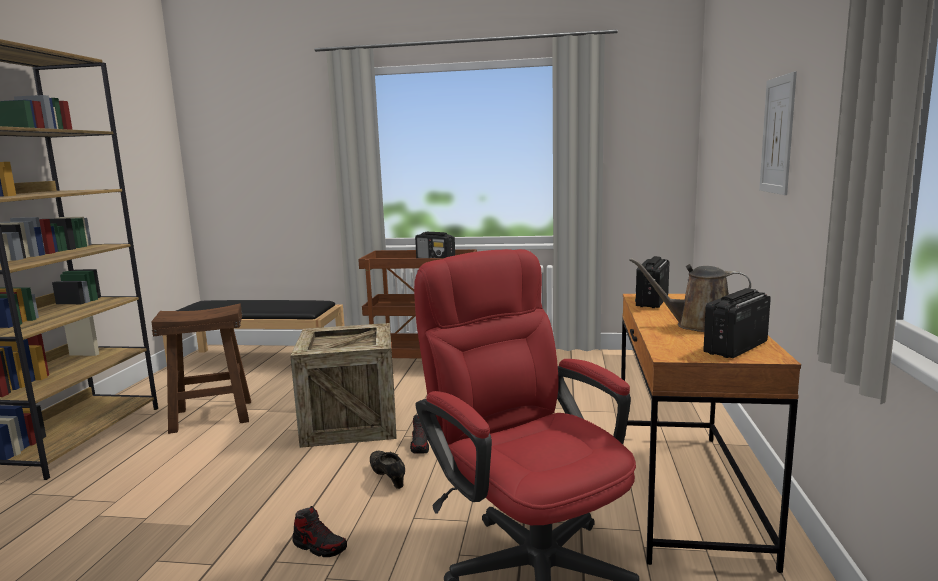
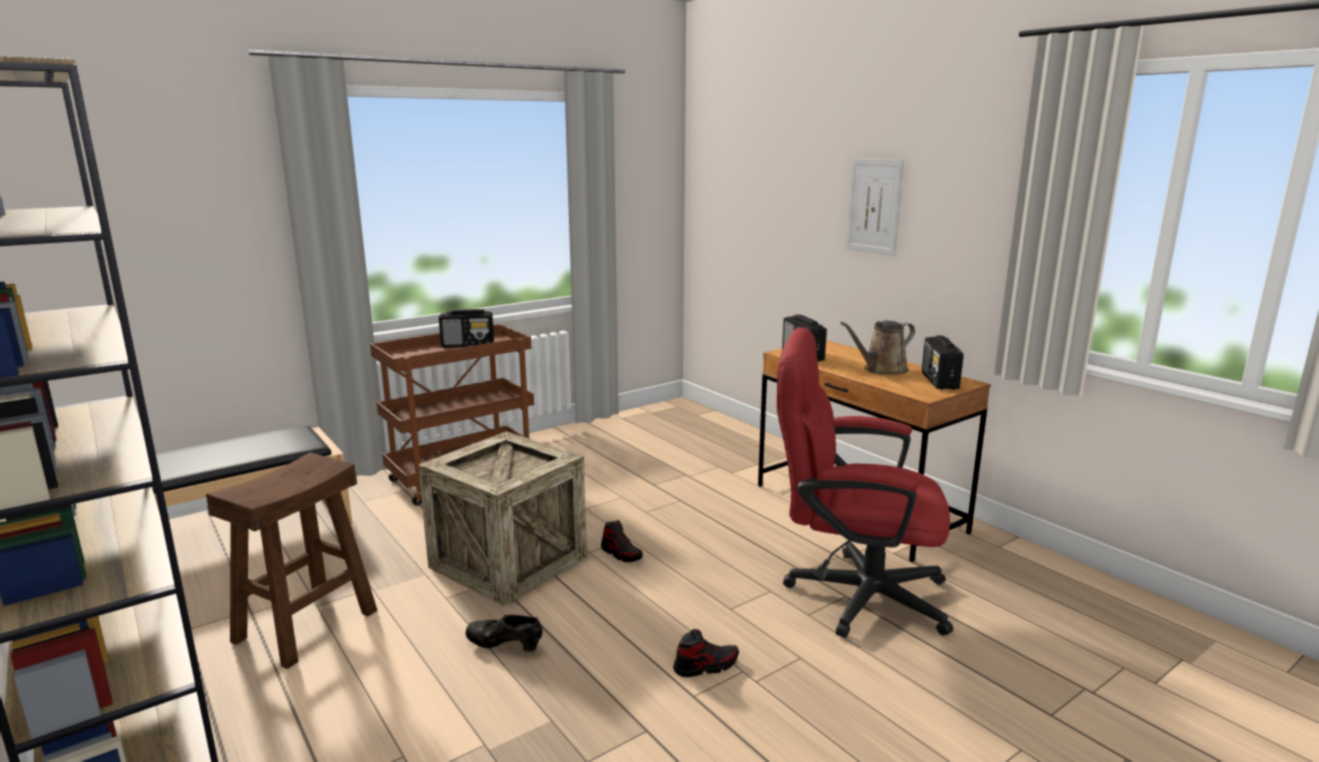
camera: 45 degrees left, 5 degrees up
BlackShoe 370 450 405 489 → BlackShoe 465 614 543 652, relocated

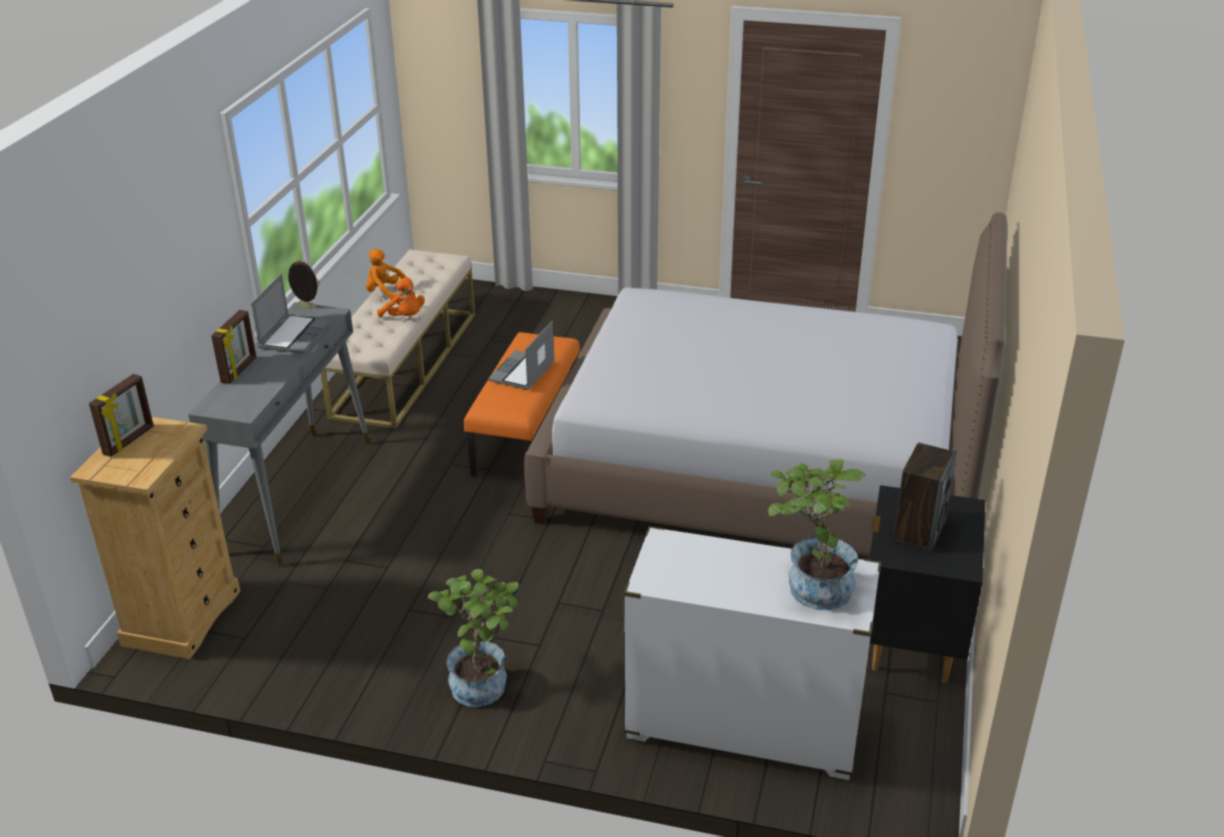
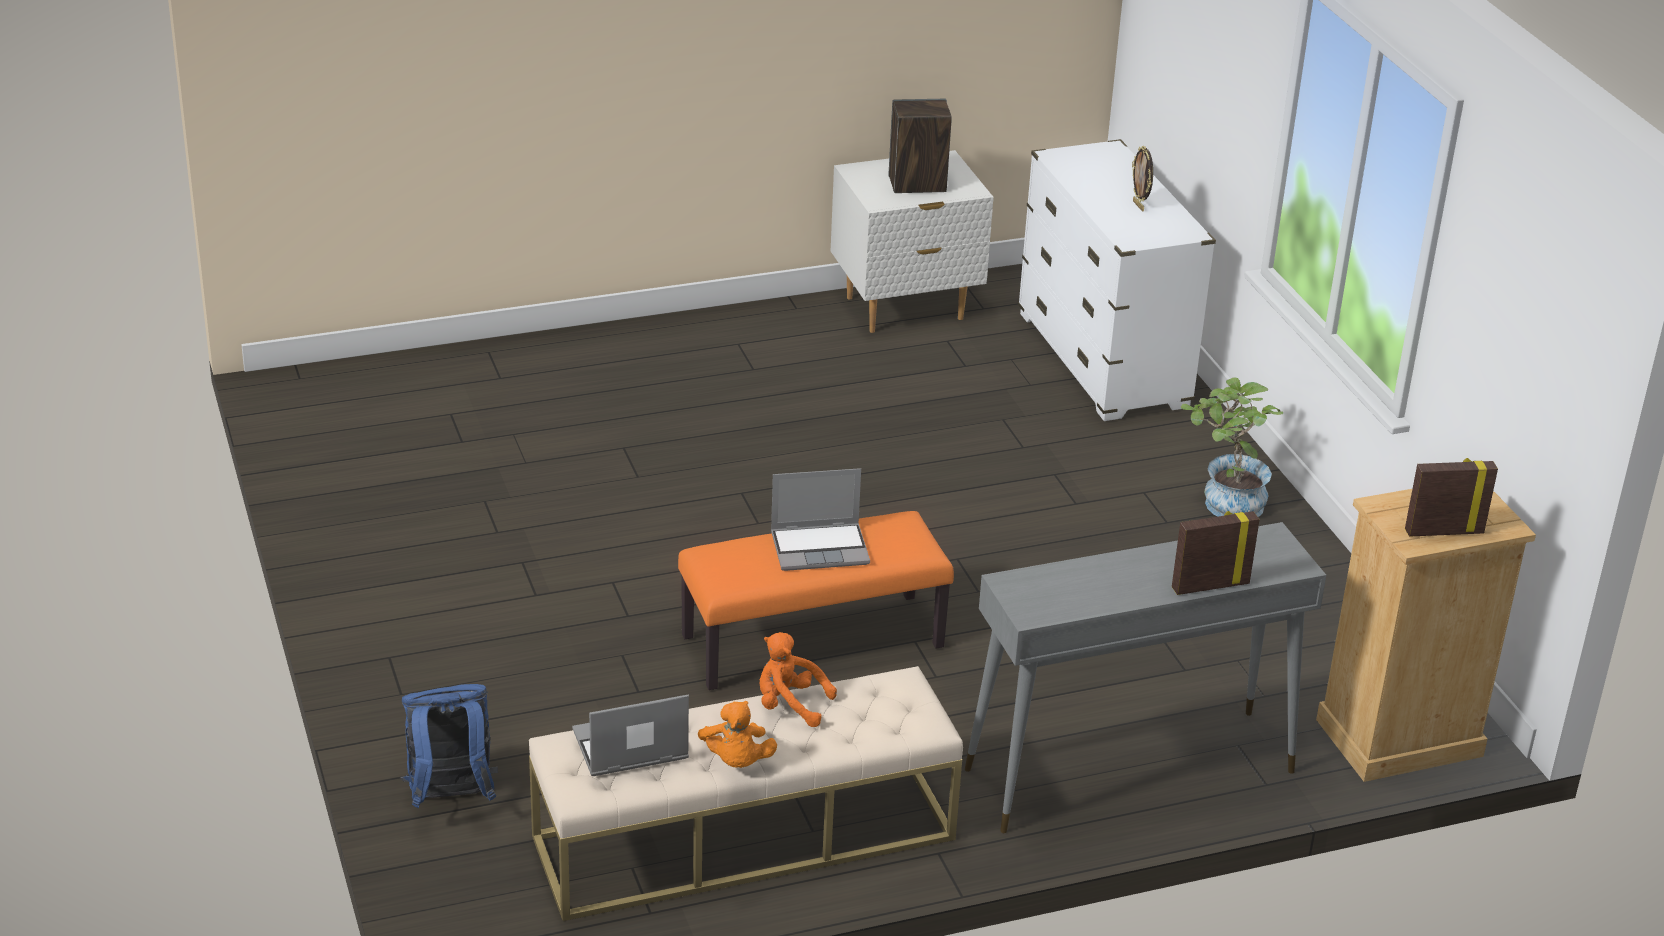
camera: 125 degrees left, 0 degrees up
Bed 524 212 1008 556 → -
PictureFrame 287 259 320 308 → PictureFrame 1132 146 1153 211, relocated
Laptop 251 274 331 354 → Laptop 572 694 689 776, relocated
OrangePlushToy 377 277 425 318 → OrangePlushToy 760 632 837 727, 75 degrees counterclockwise
PottedPlant 768 459 866 610 → -
BlackNightstand 868 485 985 683 → WhiteNightstand 831 150 994 333
- → BlueBackpack 401 684 498 808

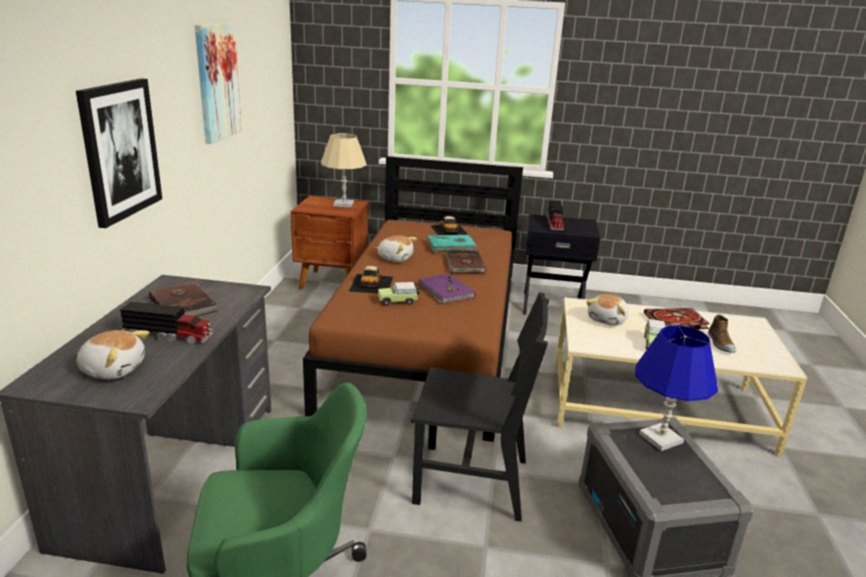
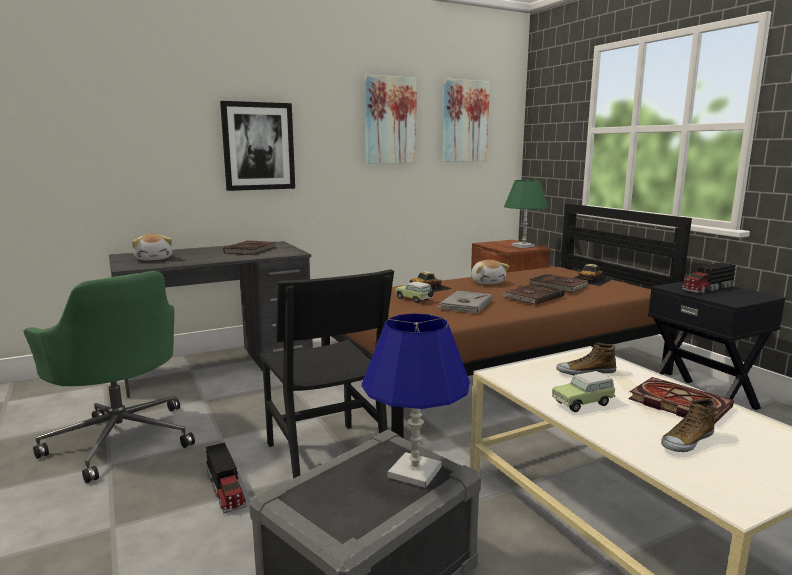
camera: 55 degrees right, 10 degrees down
BeigeTableLamp 321 133 367 208 → GreenTableLamp 504 180 548 248
TurquoiseBook 427 235 477 252 → BrownBook 529 274 588 293
PurpleBook 418 274 475 304 → GreyBook 437 291 493 314
PlushToy 586 294 629 326 → Shoe 556 342 616 375
ToyTruck 120 301 213 345 → ToyTruck 206 442 247 514, relocated
- → Picture 443 79 490 162

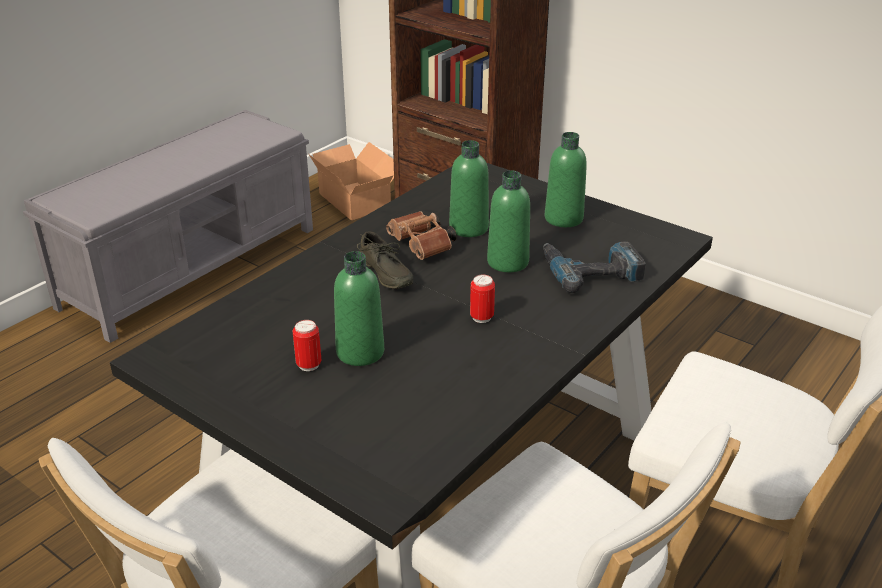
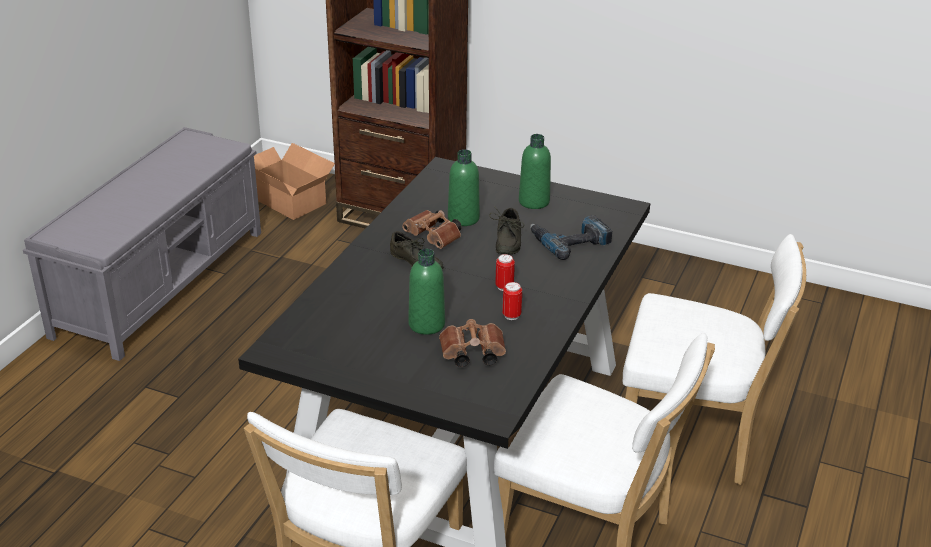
camera: 15 degrees left, 0 degrees up
GreenBottle 487 170 530 272 → GreyShoe 489 207 524 255
Can 293 320 322 371 → Can 502 282 522 320, relocated
- → BrownBinoculars 439 319 506 367

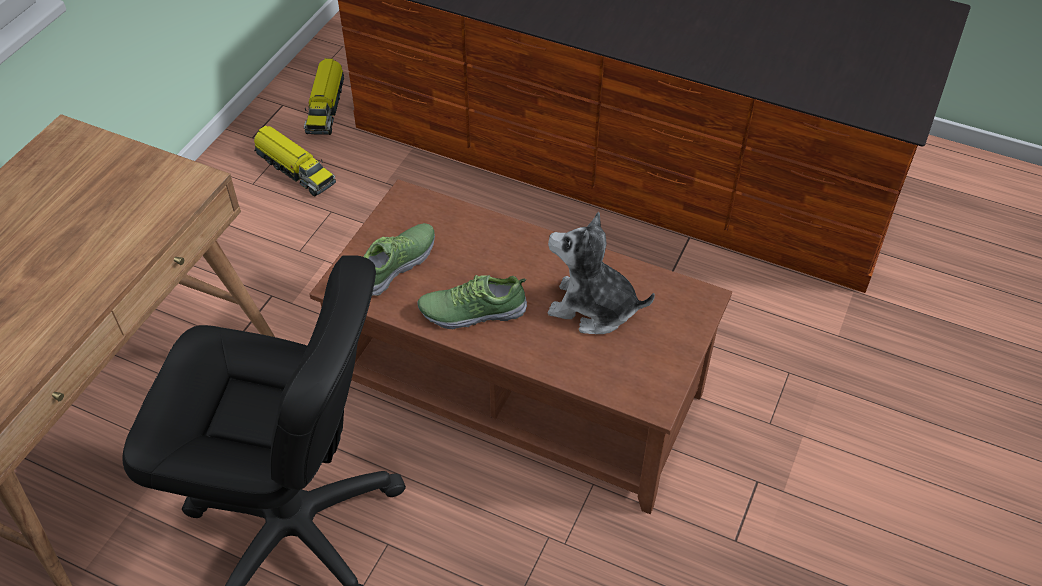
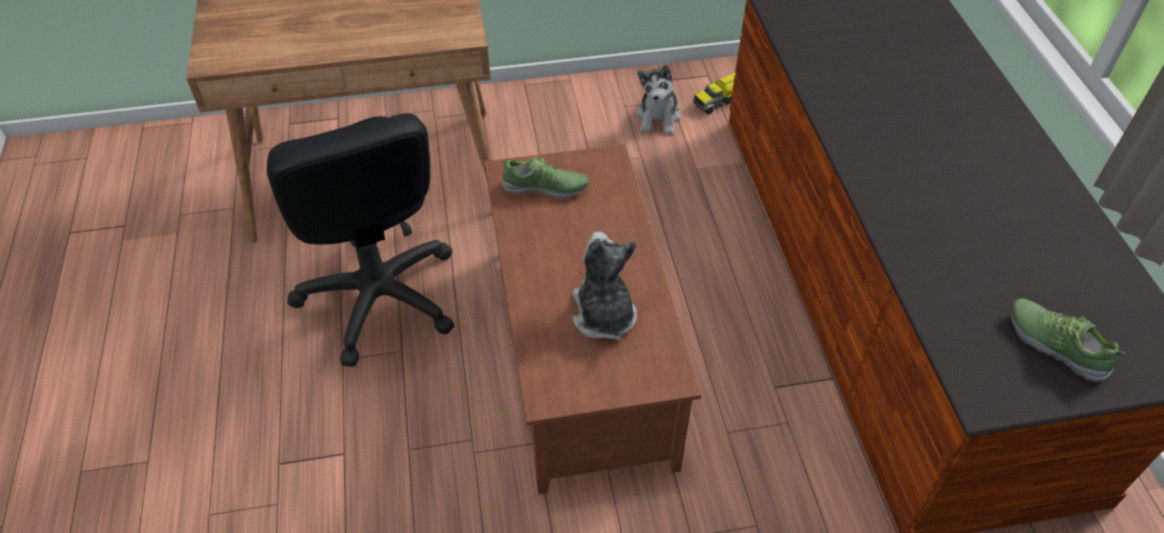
camera: 55 degrees right, 0 degrees up
ToyTruck 254 125 336 197 → PlushToy 636 65 681 135
Shoe 417 275 527 329 → Shoe 1011 298 1125 382, relocated

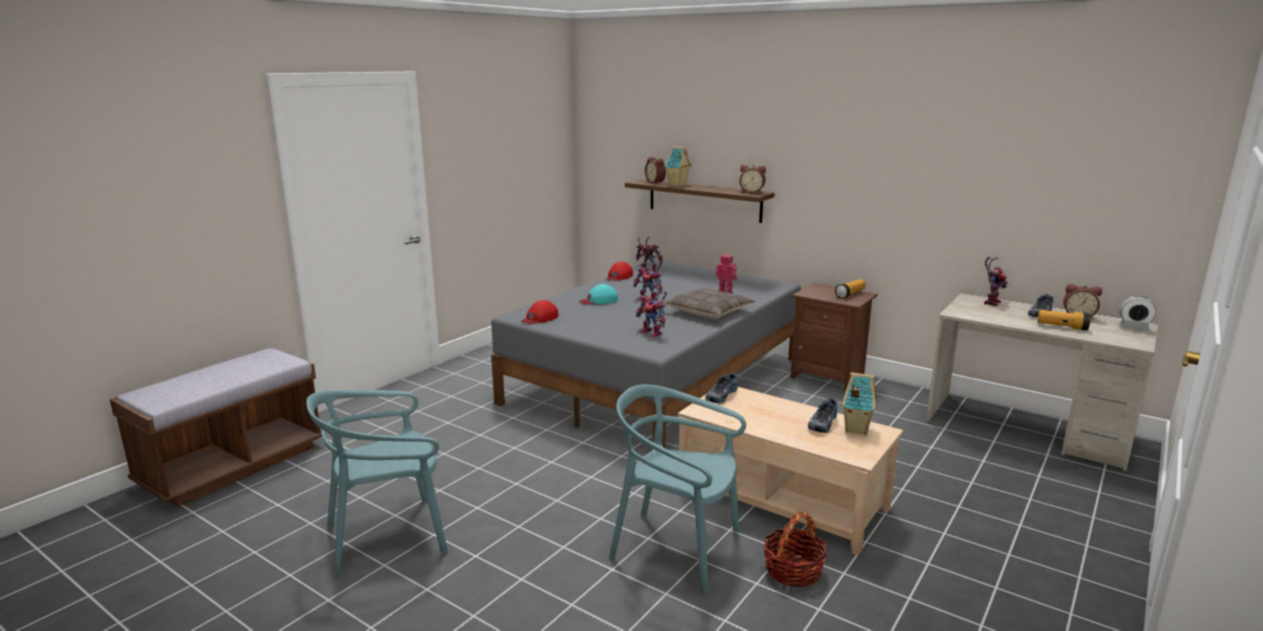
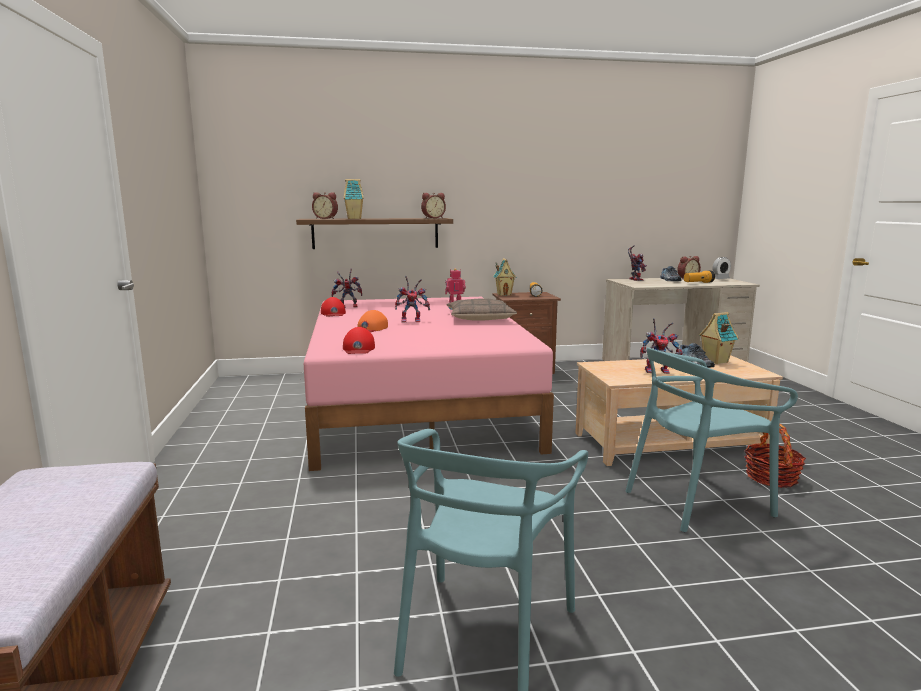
camera: 45 degrees left, 5 degrees down
GreyBed 491 260 801 448 → PinkBed 304 297 554 471
TurquoiseCap 579 284 618 305 → OrangeCap 357 310 388 332
ToyRobot 636 284 667 337 → ToyRobot 640 318 683 374, relocated
Shoe 705 373 738 404 → -
- → ToyHouse 493 258 516 296

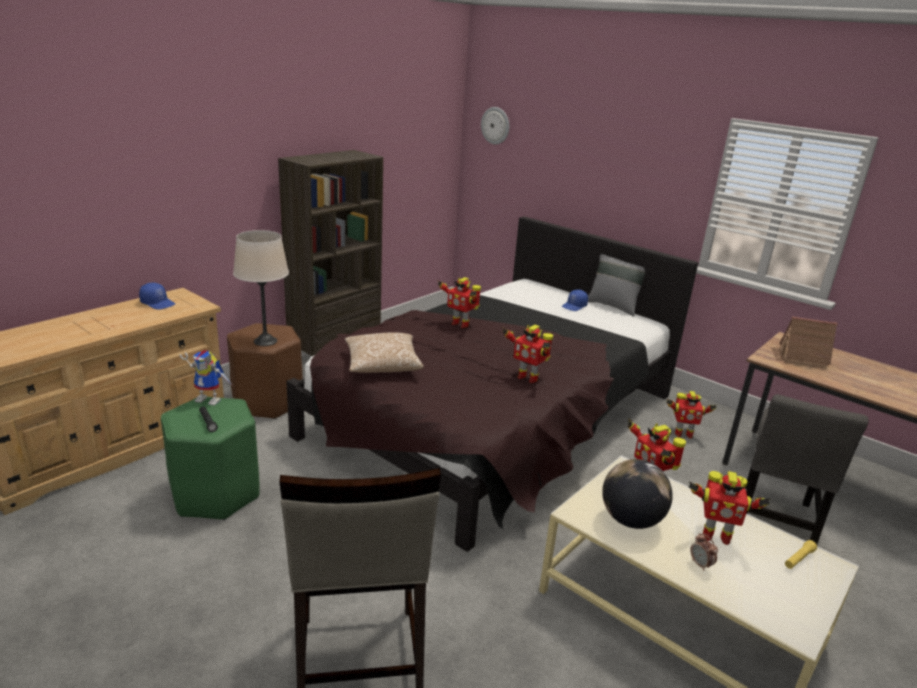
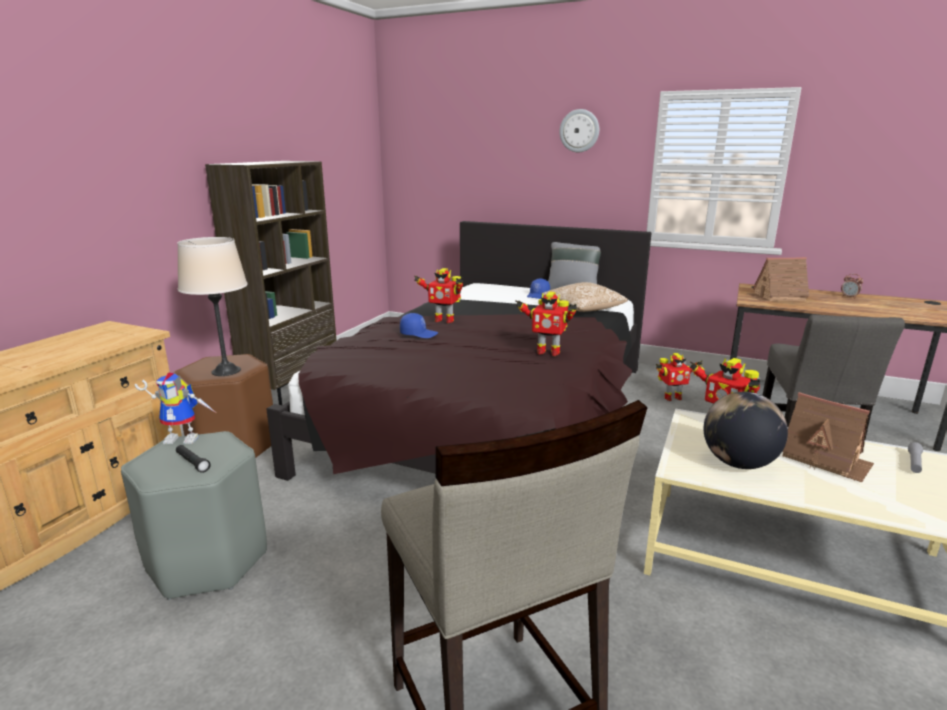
camera: 15 degrees left, 5 degrees down
WallClock 481 107 509 145 → WallClock 559 109 599 152, relocated
BlueCap 139 283 175 310 → BlueCap 400 313 438 338, relocated
Pillow 345 333 424 373 → Pillow 541 282 628 312, relocated
GreenStool 161 397 260 520 → GreyStool 121 431 267 600
ToyRobot 689 471 770 545 → ToyHouse 782 392 874 482
AlarmClock 690 533 718 571 → AlarmClock 841 274 863 299, relocated
YellowFlashlight 785 540 817 569 → GreyFlashlight 908 442 923 473

